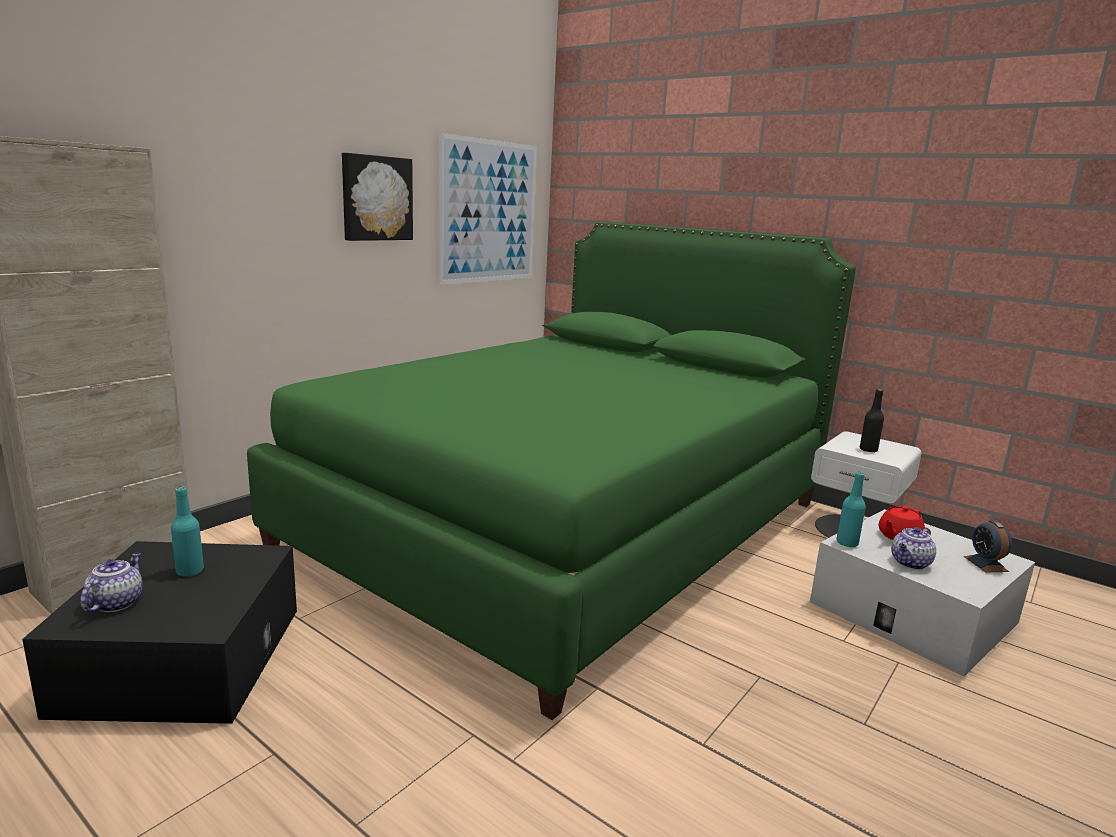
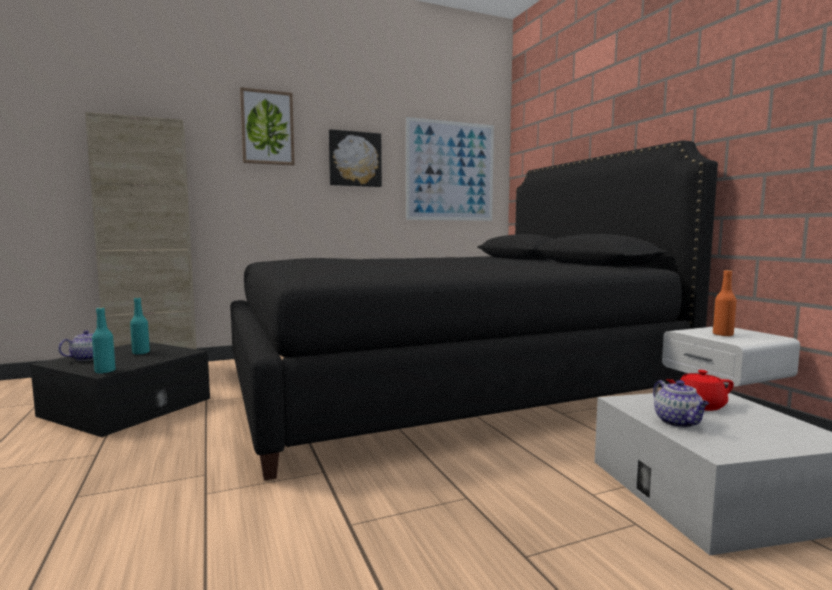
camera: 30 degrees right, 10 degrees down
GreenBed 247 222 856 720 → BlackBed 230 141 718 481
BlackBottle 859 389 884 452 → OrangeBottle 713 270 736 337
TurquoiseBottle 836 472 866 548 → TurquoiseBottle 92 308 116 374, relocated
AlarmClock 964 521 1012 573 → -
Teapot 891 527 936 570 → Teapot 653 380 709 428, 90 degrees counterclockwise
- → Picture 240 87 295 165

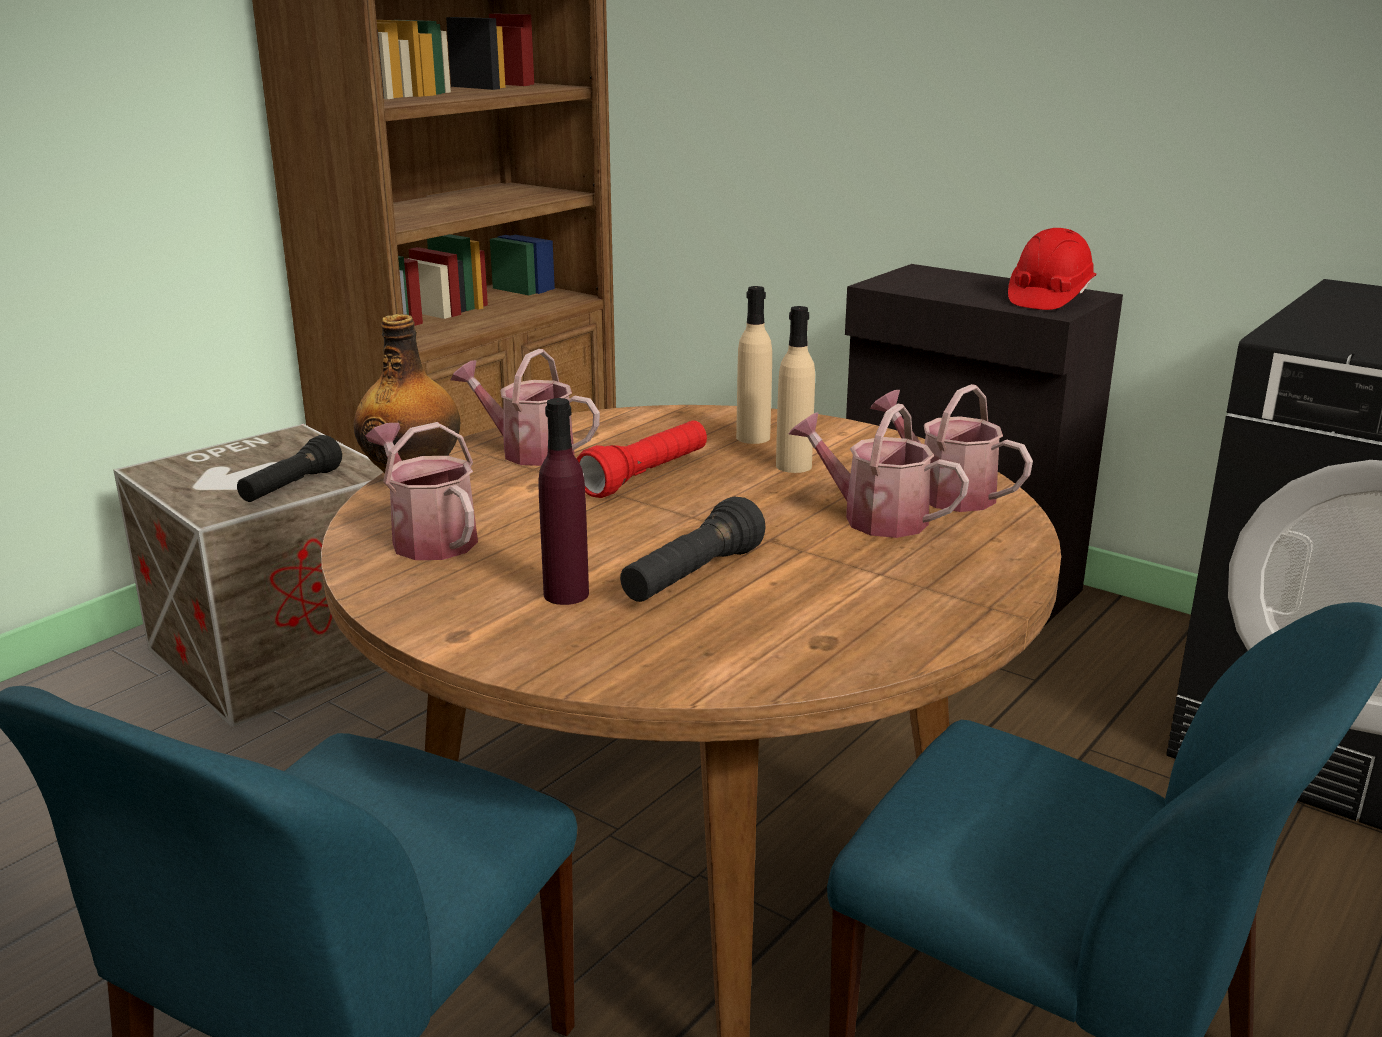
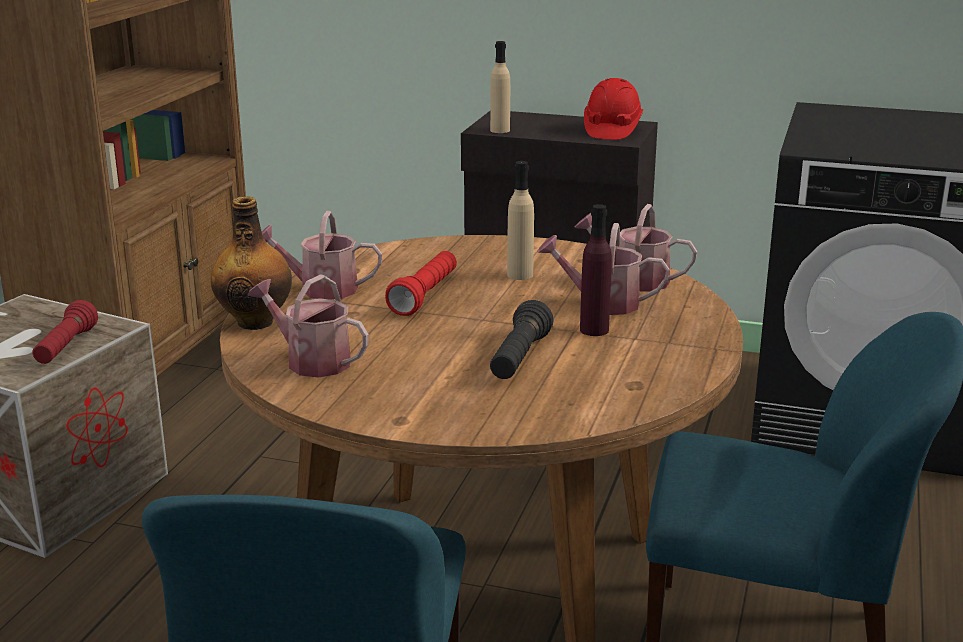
camera: 20 degrees left, 0 degrees up
BeigeBottle 736 286 772 444 → BeigeBottle 490 41 510 133, relocated
PurpleBottle 538 398 589 605 → PurpleBottle 580 204 612 336, relocated
BlackFlashlight 237 435 342 502 → RedFlashlight 33 300 98 364

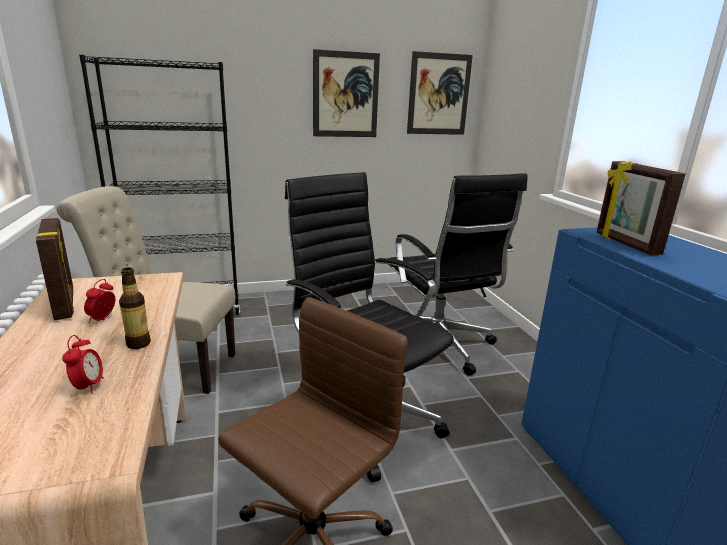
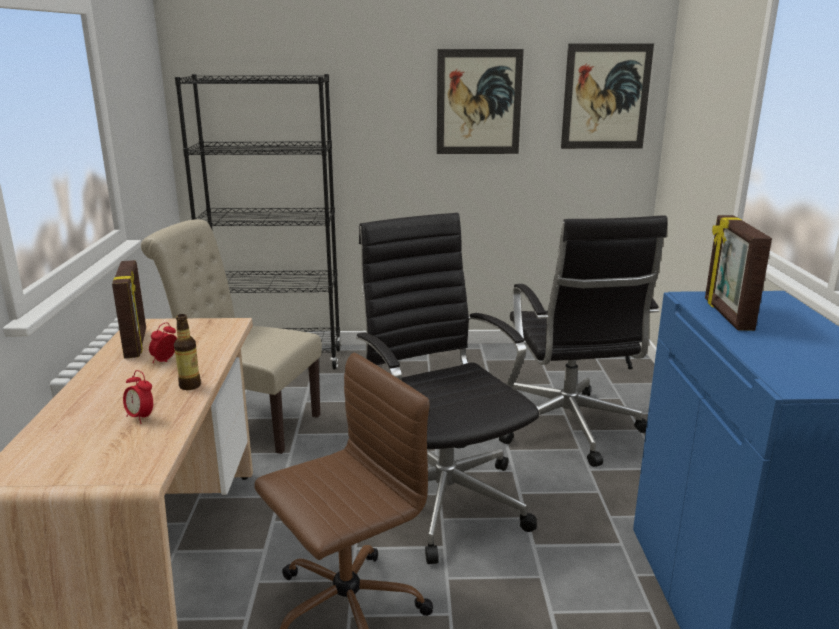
camera: 15 degrees right, 0 degrees up
AlarmClock 62 335 104 394 → AlarmClock 123 370 153 424, 120 degrees clockwise

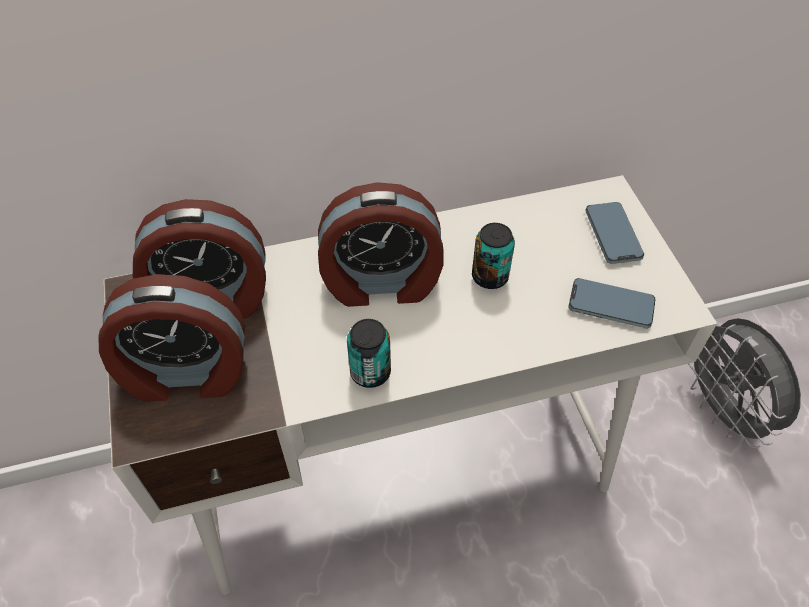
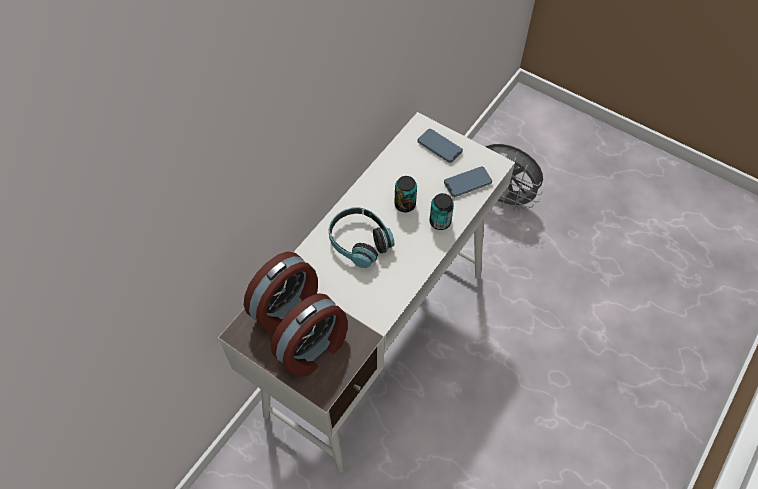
camera: 40 degrees left, 5 degrees up
AlarmClock 318 182 443 307 → Headphones 329 207 395 268
Can 347 319 391 388 → Can 430 193 454 230, relocated

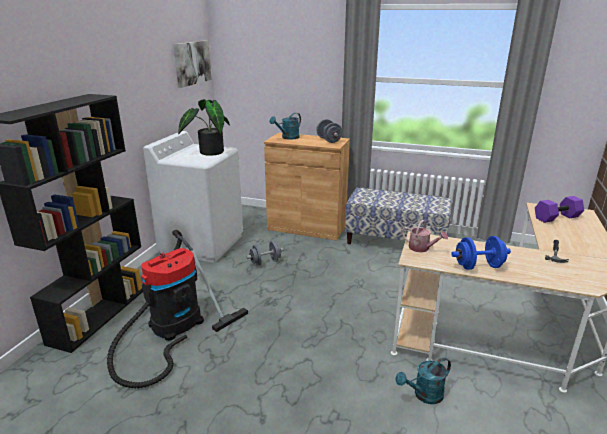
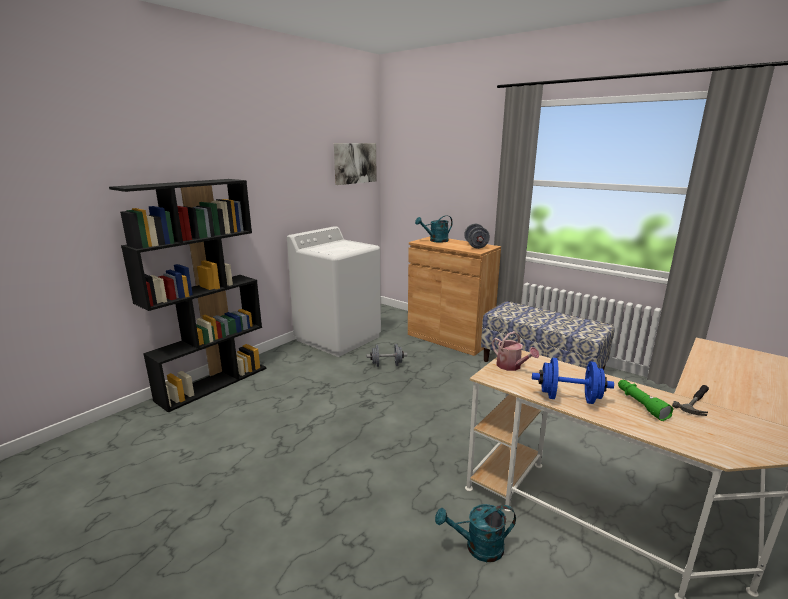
camera: 20 degrees right, 5 degrees down
PottedPlant 178 99 230 156 → -
PurpleDumbbell 535 196 584 223 → -
VacuumCleaner 107 230 248 388 → -
- → GreenFlashlight 618 380 674 421

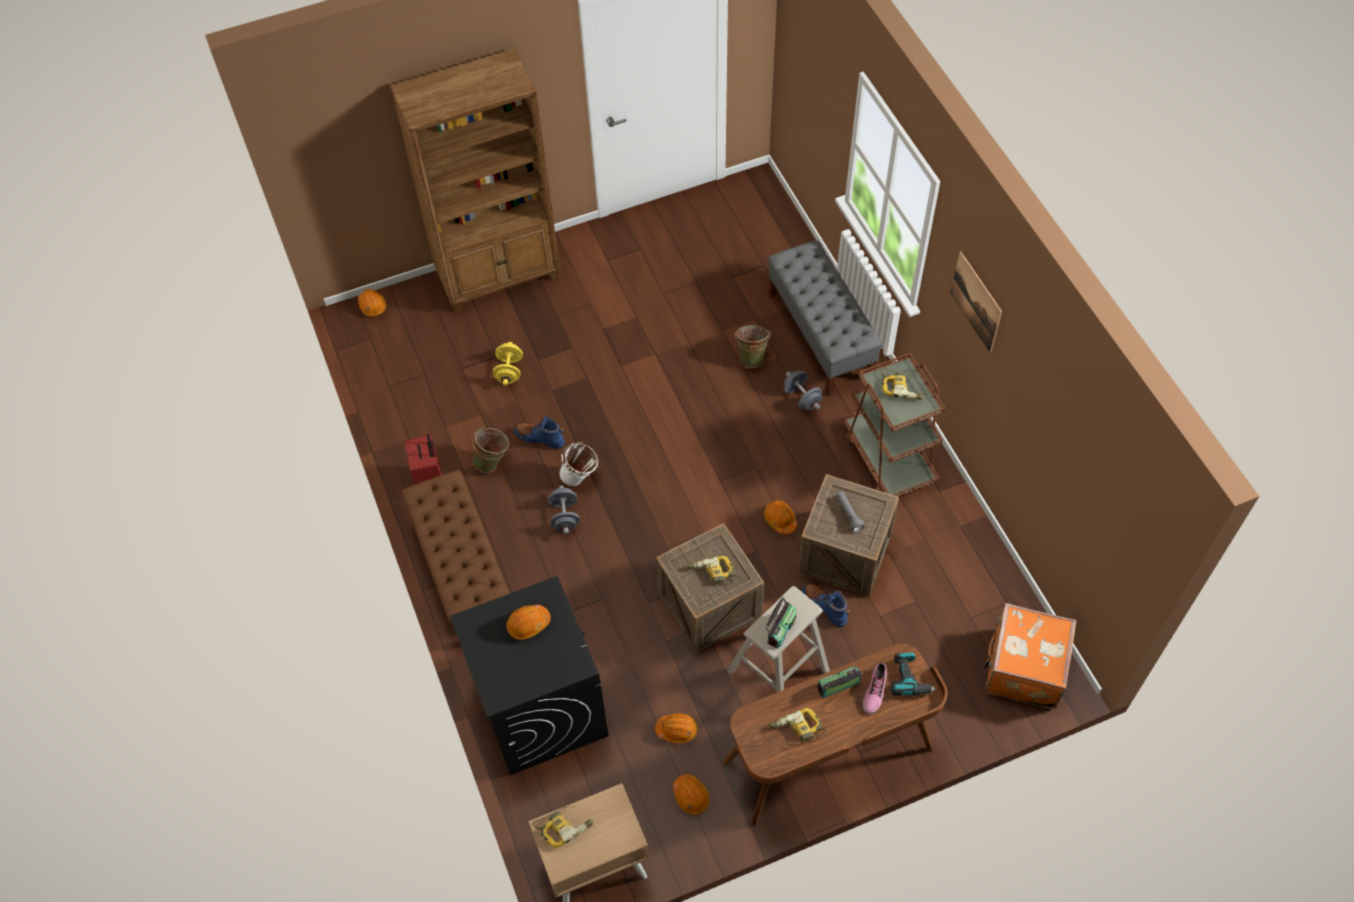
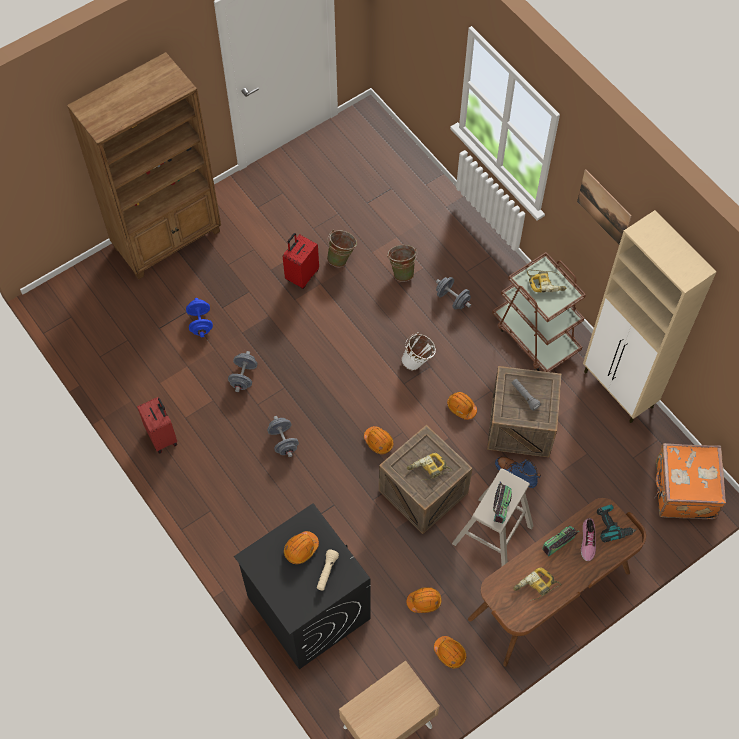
camera: 15 degrees left, 5 degrees up
GreyBench 768 240 883 396 → -
OrangeHardHat 358 289 386 317 → OrangeHardHat 364 426 394 454, relocated
YellowDumbbell 493 342 523 386 → BlueDumbbell 186 298 213 337
BlueBoot 514 416 565 449 → GreyDumbbell 228 351 257 392
GreenBucket 472 426 509 473 → GreenBucket 327 230 357 267, relocated
WhiteBucket 559 442 598 487 → WhiteBucket 401 332 436 371, relocated
BrownBench 401 470 509 646 → -
PowerDrill 533 806 594 848 → -
- → BeigeCabinet 583 210 716 423
- → RedSuitcase 283 233 319 289
- → BeigeFlashlight 317 549 339 591

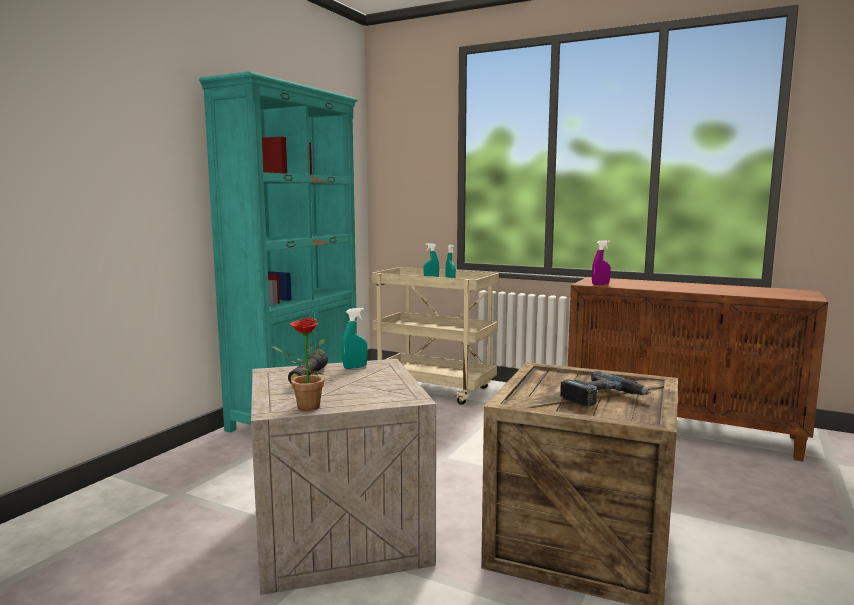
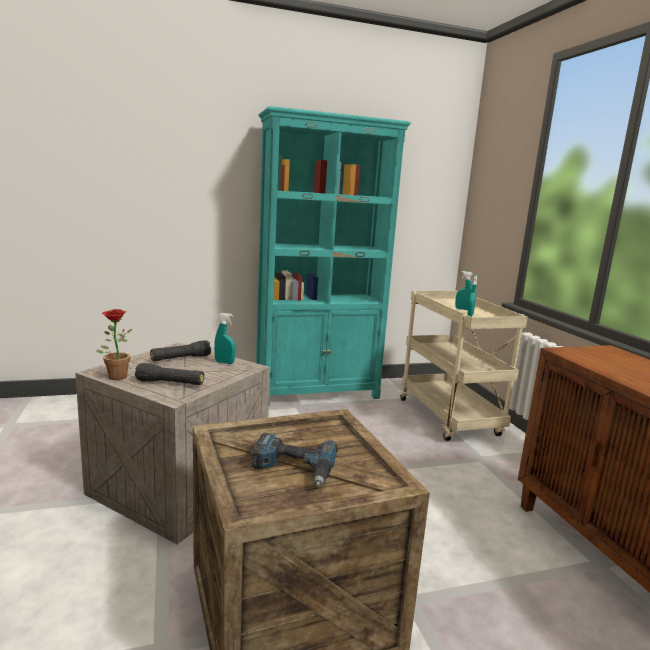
camera: 45 degrees right, 5 degrees up
PurpleSprayBottle 592 240 611 285 → -
- → BlackFlashlight 135 363 204 385

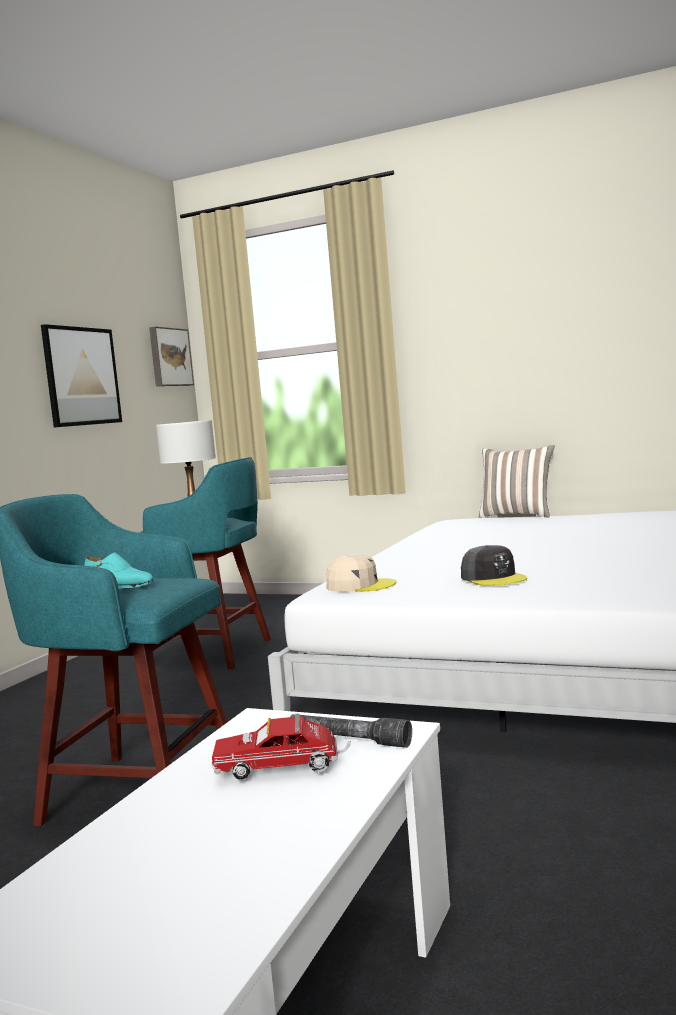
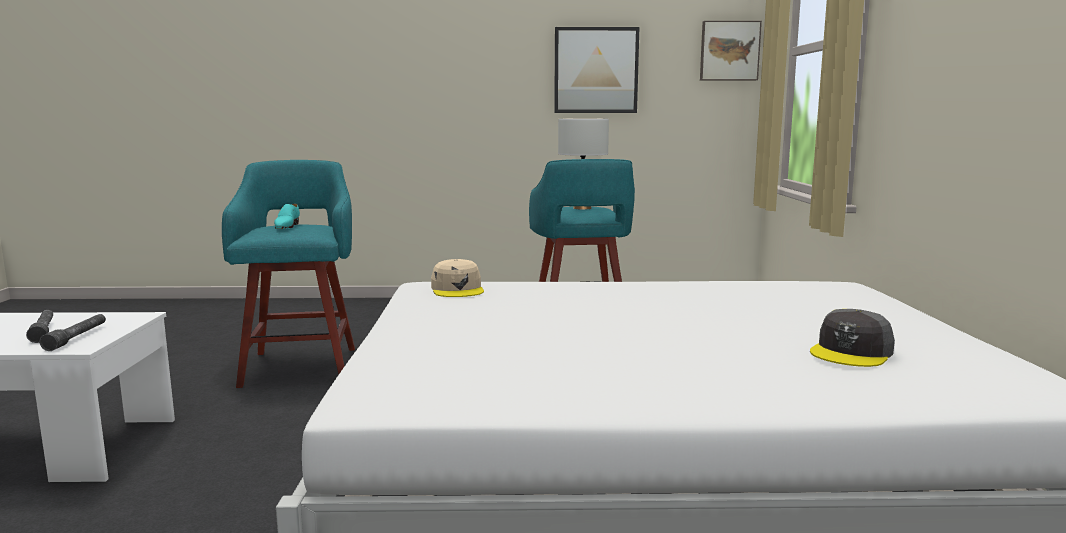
camera: 65 degrees right, 5 degrees up
Pillow 479 445 555 518 → -
GreyCap 461 545 527 586 → GreyCap 810 309 895 367, relocated
ToyTruck 212 714 351 779 → GreyFlashlight 26 310 53 343

